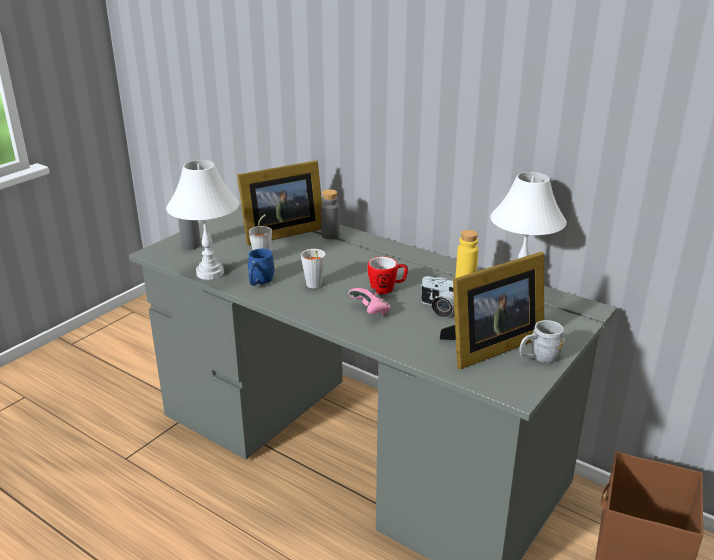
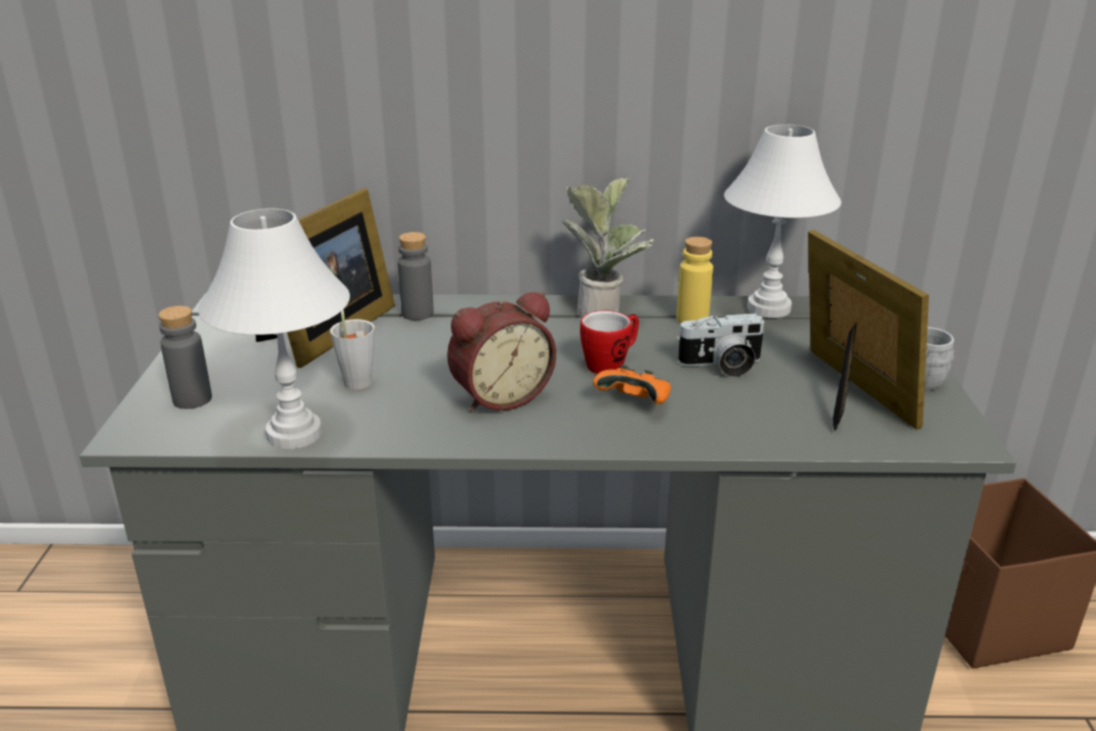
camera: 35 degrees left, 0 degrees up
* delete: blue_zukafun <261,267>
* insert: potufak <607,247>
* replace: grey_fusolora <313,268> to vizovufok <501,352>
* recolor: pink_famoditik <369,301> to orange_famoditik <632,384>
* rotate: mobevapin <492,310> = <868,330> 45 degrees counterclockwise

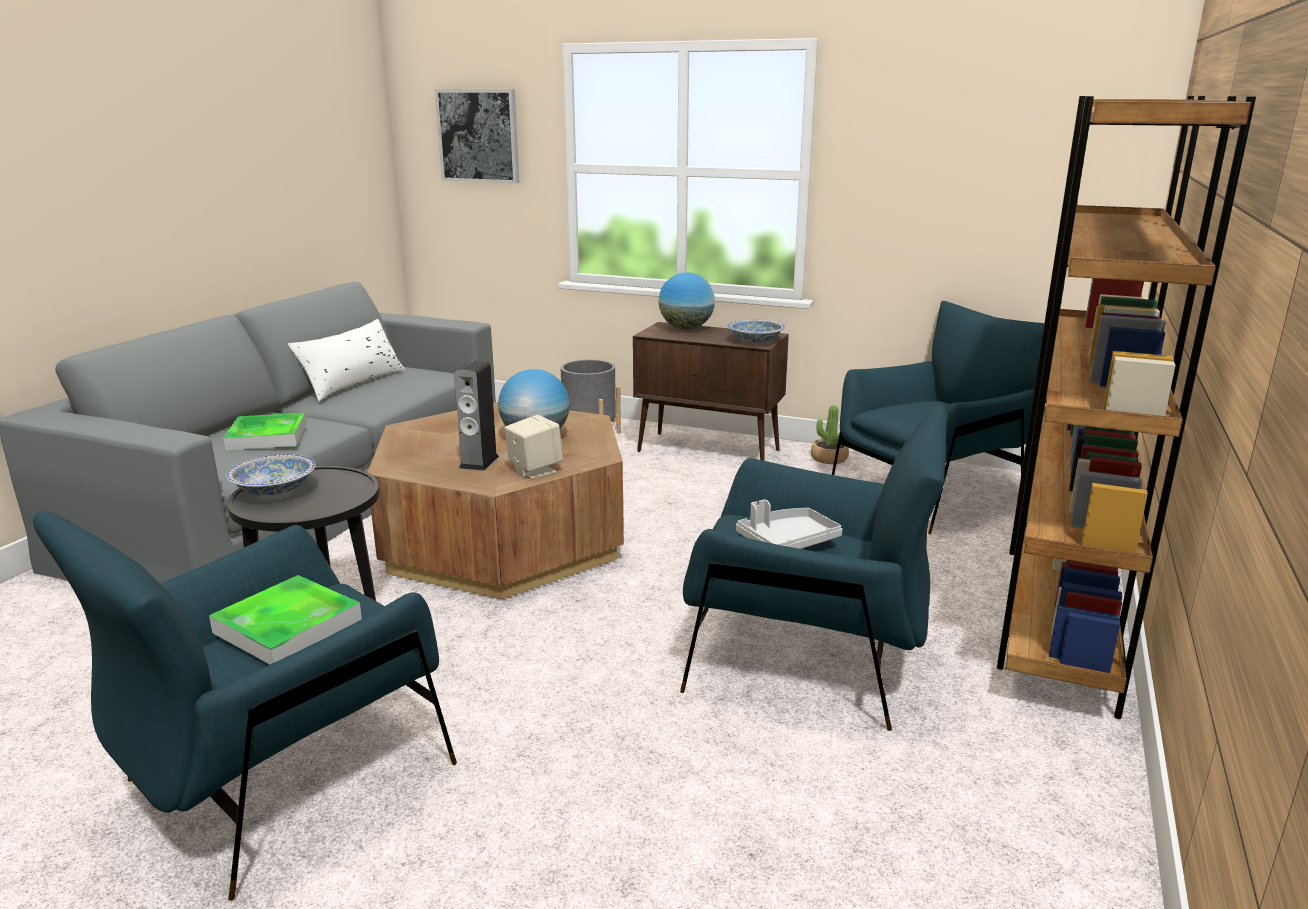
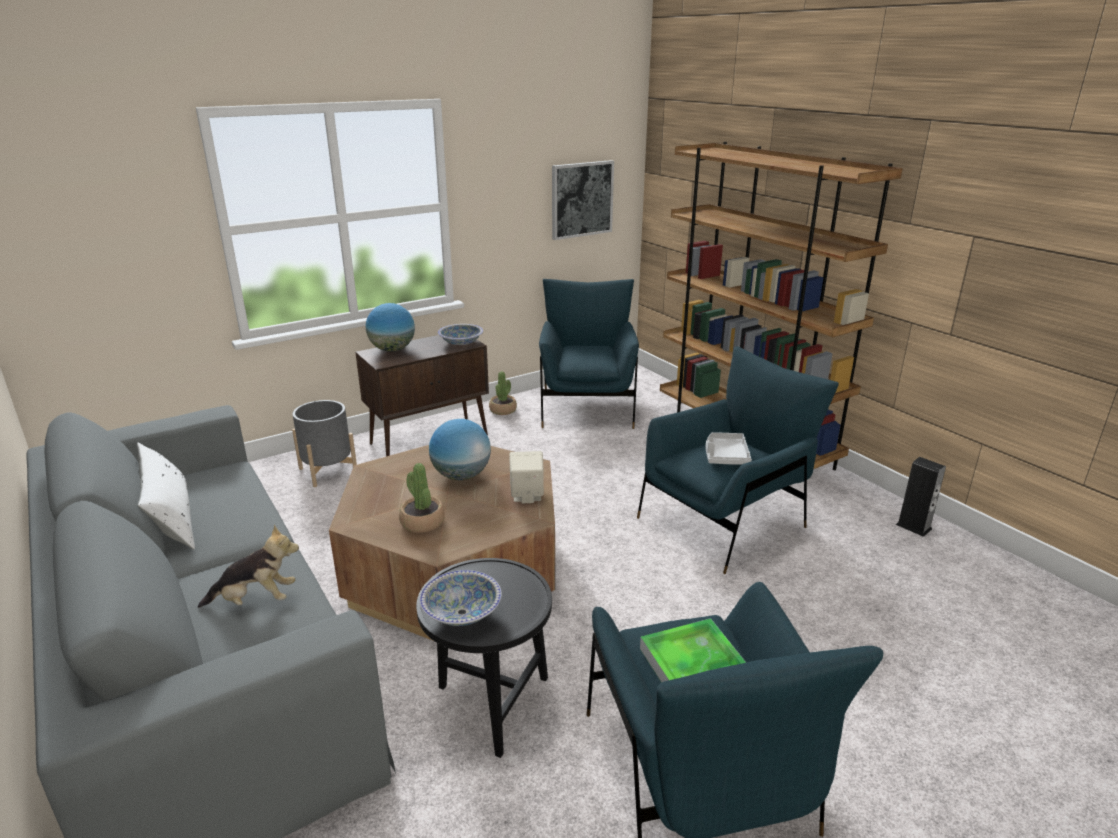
camera: 55 degrees left, 5 degrees up
* insert: potufak <422,497>
* move: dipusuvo <477,136> to <583,200>
* move: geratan <476,416> to <921,497>
* replace: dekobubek <265,432> to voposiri <248,566>

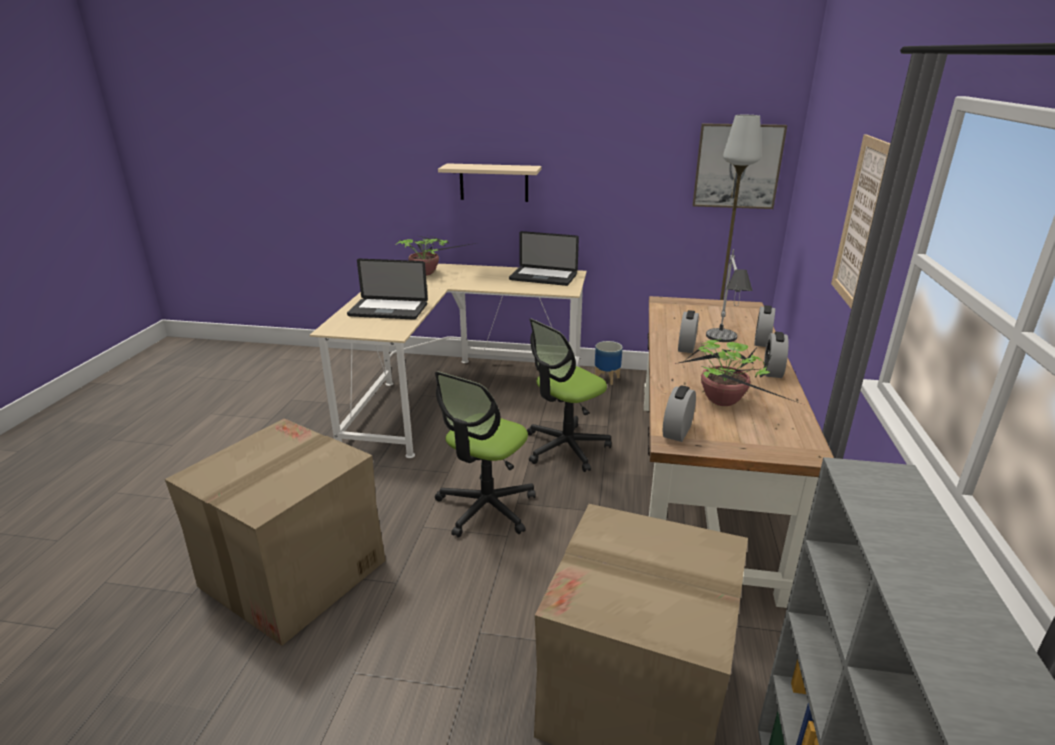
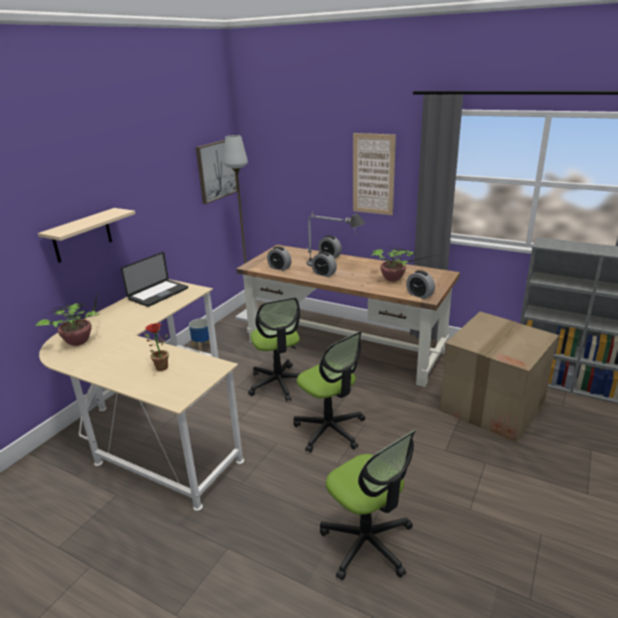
camera: 70 degrees left, 0 degrees up
* move: vizovufok <776,355> to <279,258>
* replace: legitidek <275,532> to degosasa <368,505>
* replace: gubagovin <387,289> to potufak <156,347>

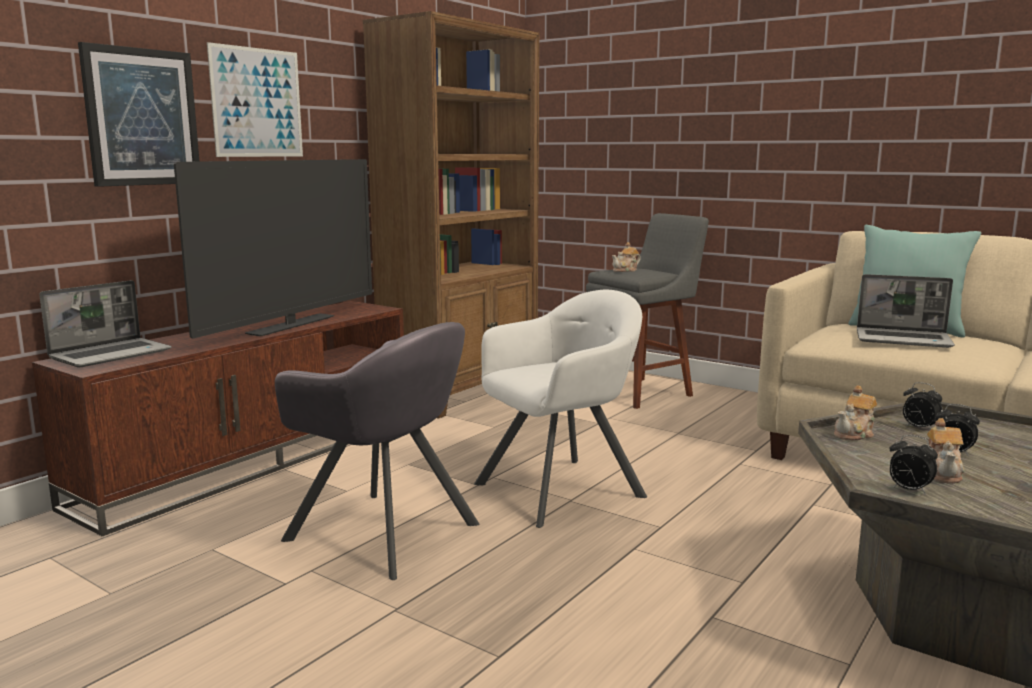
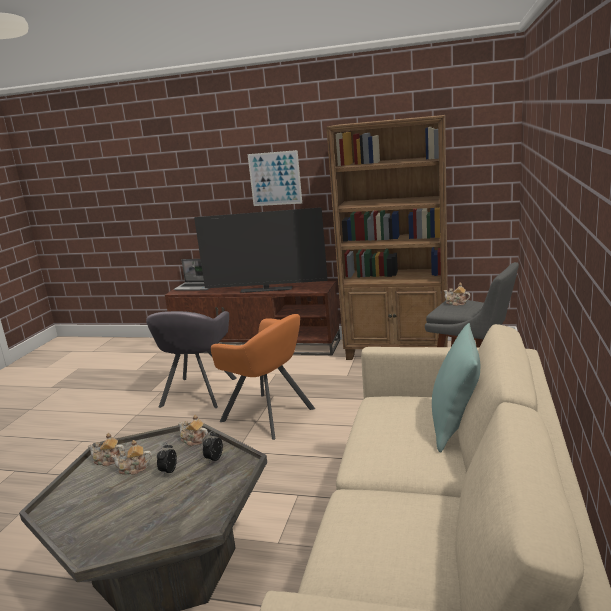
camera: 70 degrees right, 5 degrees up
* delete: dipusuvo <139,114>
* delete: gubagovin <906,311>
* replace: vizovufok <914,465> to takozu <106,449>
* recolor: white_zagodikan <560,409> to orange_zagodikan <263,377>

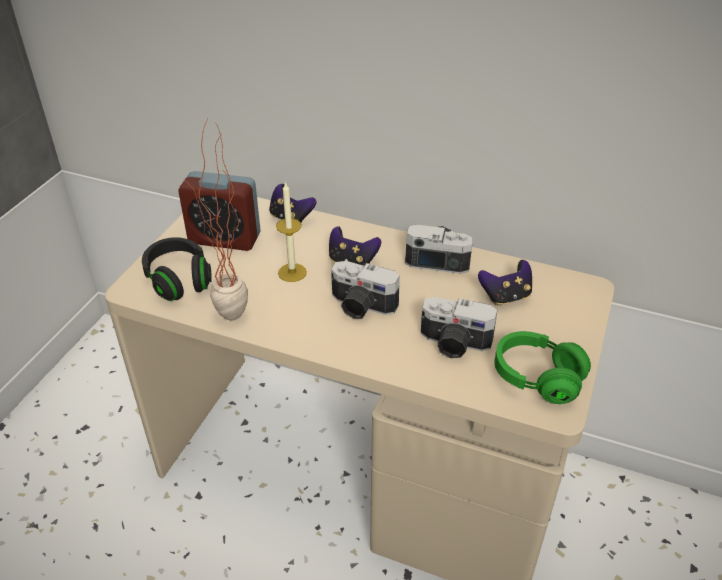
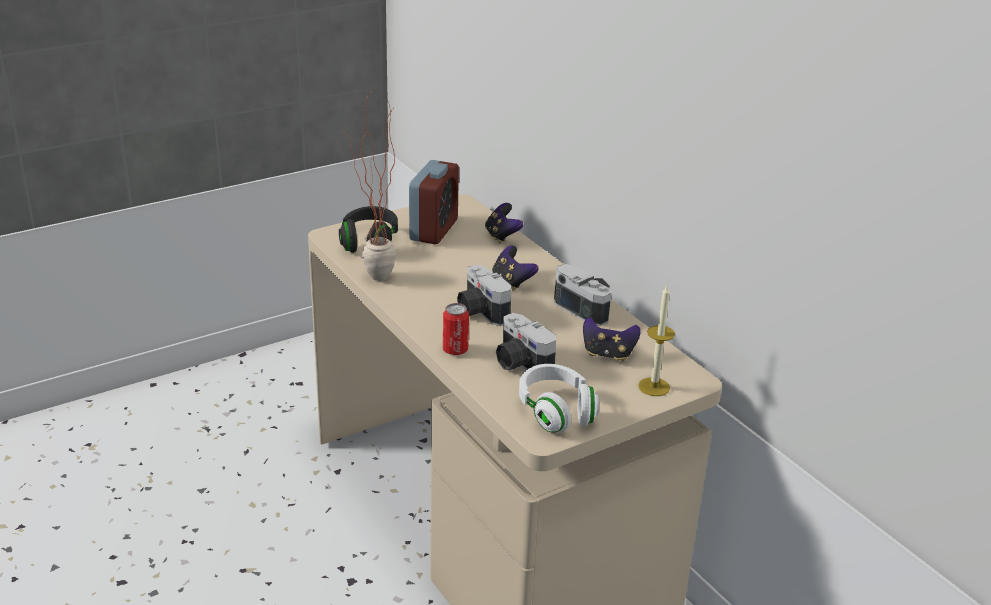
camera: 35 degrees right, 10 degrees down
* insert: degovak <456,329>
* move: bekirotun <291,232> to <656,341>
* recolor: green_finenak <542,367> to white_finenak <559,398>
* rotate: vizovufok <219,211> = <434,202> 120 degrees counterclockwise

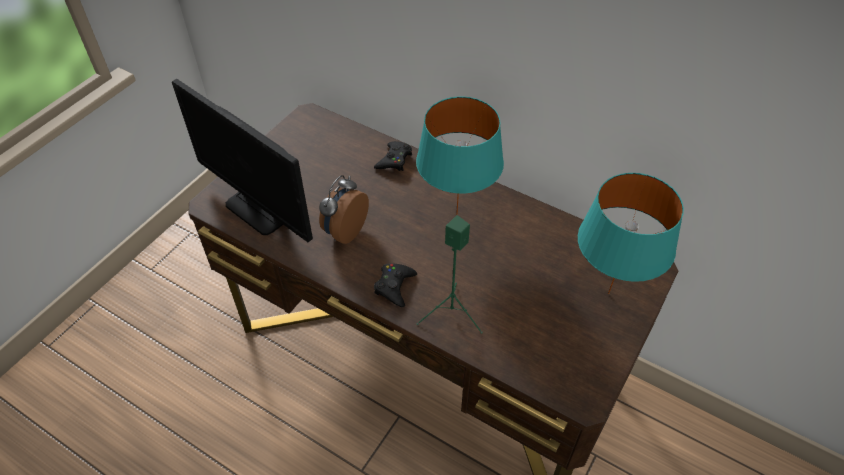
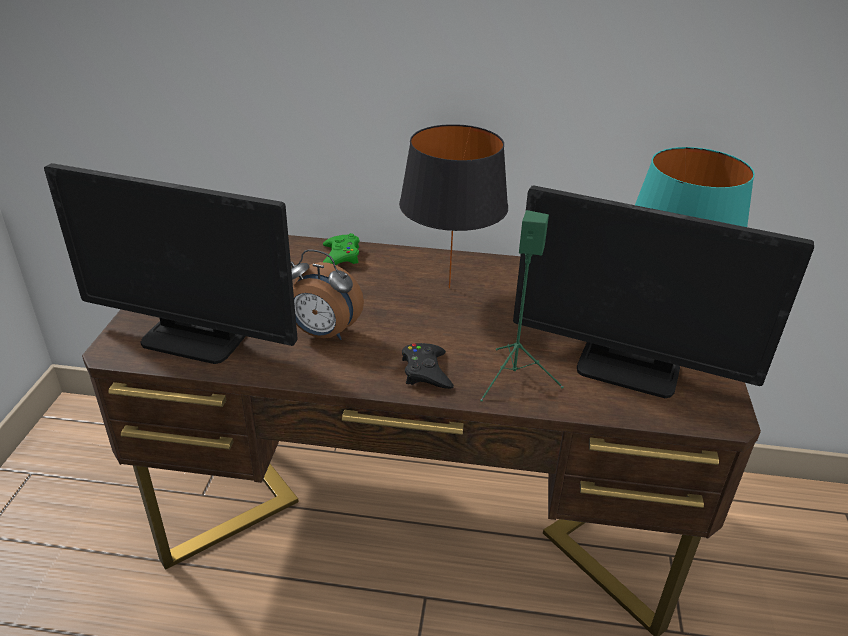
camera: 25 degrees left, 15 degrees down
* insert: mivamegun <663,291>
* recolor: black_famoditik <393,156> to green_famoditik <341,249>
* recolor: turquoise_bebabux <460,156> to black_bebabux <453,206>
* rotate: vizovufok <344,209> = <327,294> 75 degrees counterclockwise

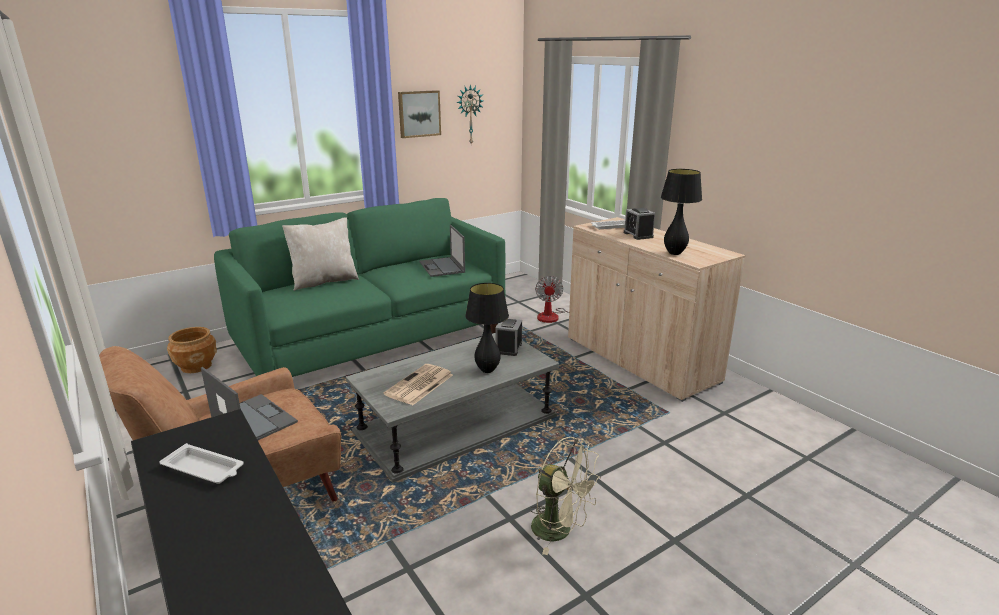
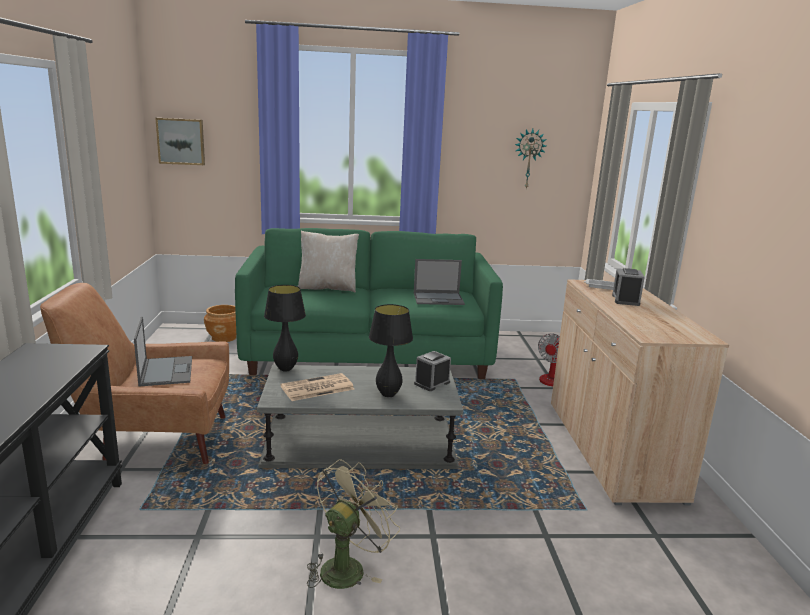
camera: 30 degrees right, 5 degrees down
* delete: white_dekobubek <201,463>
* move: dipusuvo <419,114> to <180,141>
* move: black_bebabux <681,212> to <285,328>
* rotate: gubagovin <442,251> = <439,282> 105 degrees counterclockwise
* rotate: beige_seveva <565,496> = <353,524> 120 degrees counterclockwise

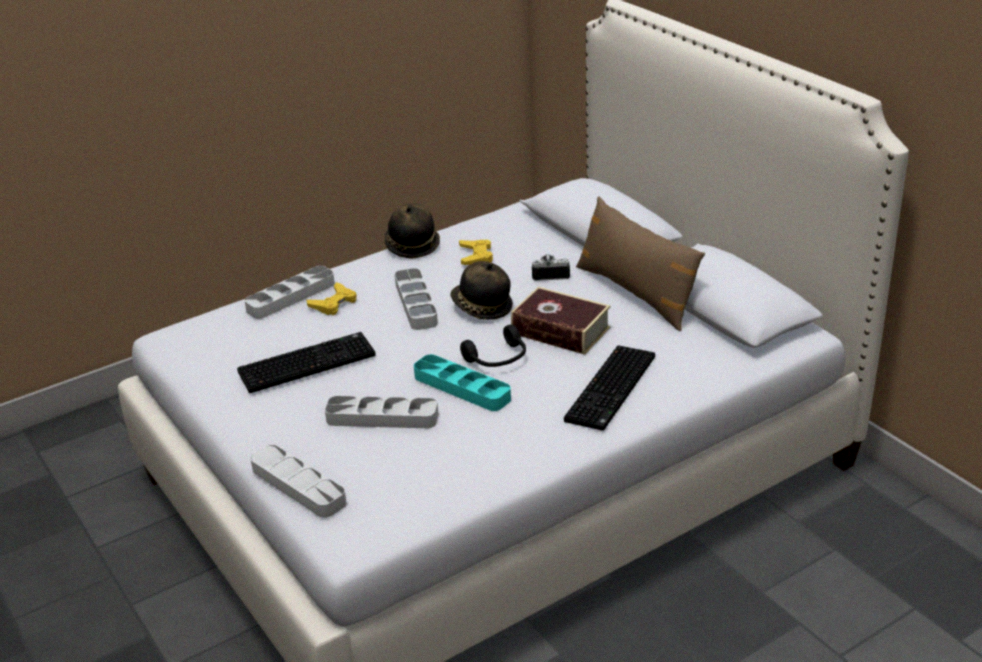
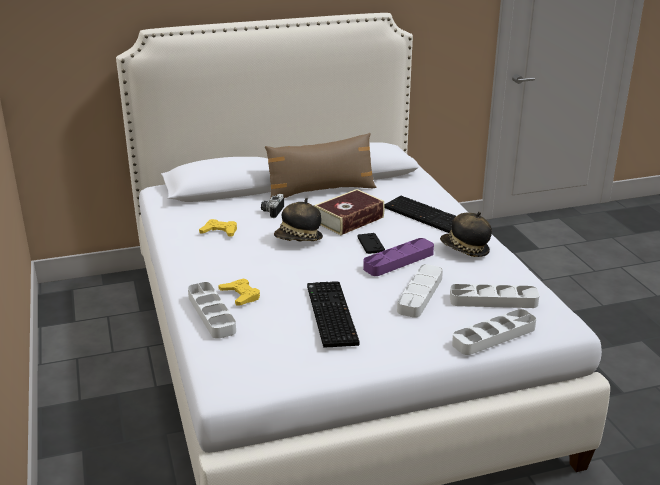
camera: 75 degrees left, 5 degrees down
* move: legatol <412,230> to <466,234>
* move: grey_dekobubek <416,299> to <495,296>
* replace: black_finenak <493,346> to black_famoditik <371,243>
* recolor: turquoise_dekobubek <462,382> to purple_dekobubek <398,257>

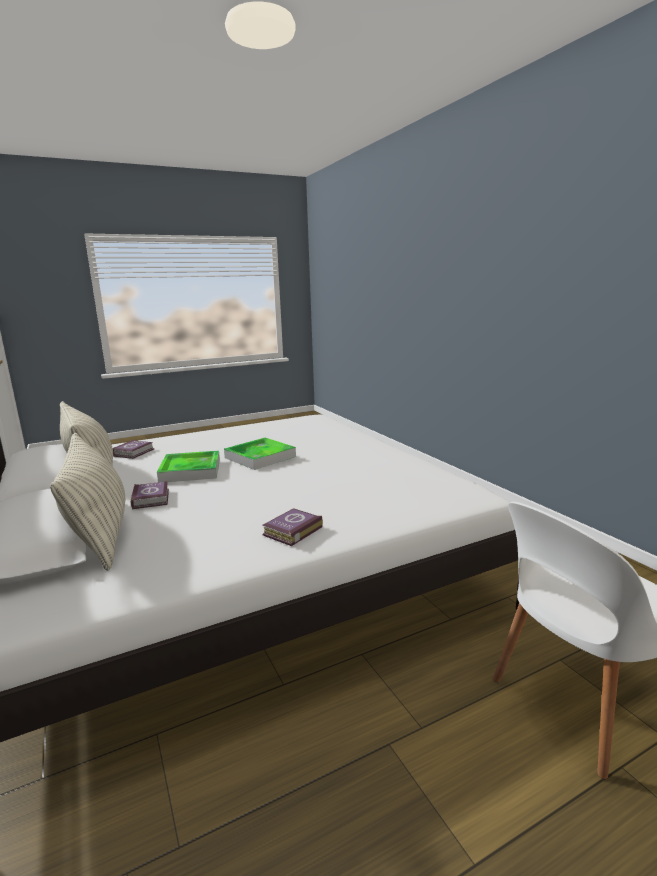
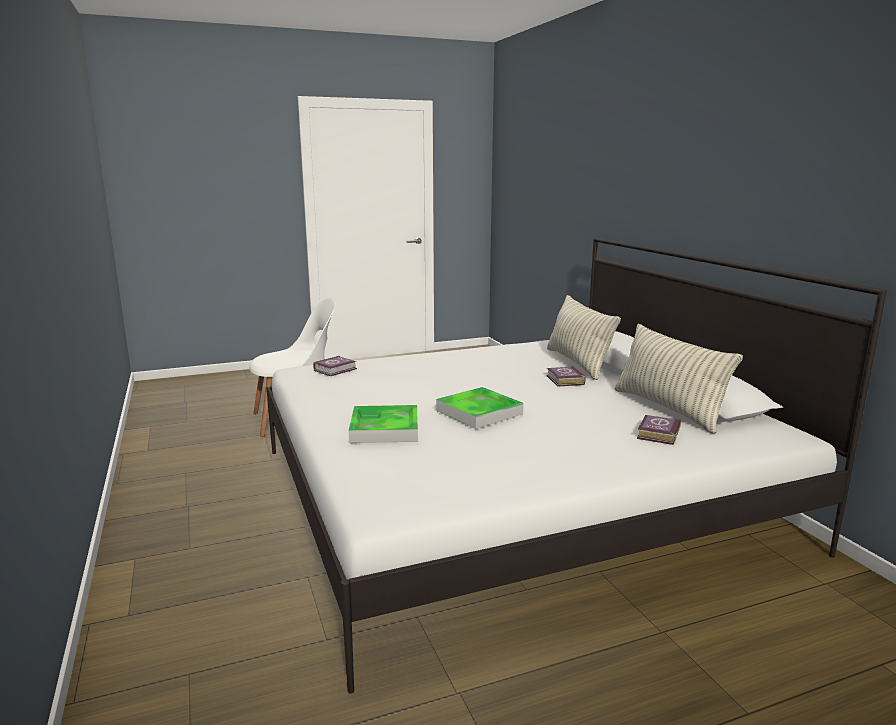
camera: 175 degrees left, 0 degrees up
* move: dekobubek <188,466> to <383,424>
* move: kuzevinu <293,527> to <335,366>

